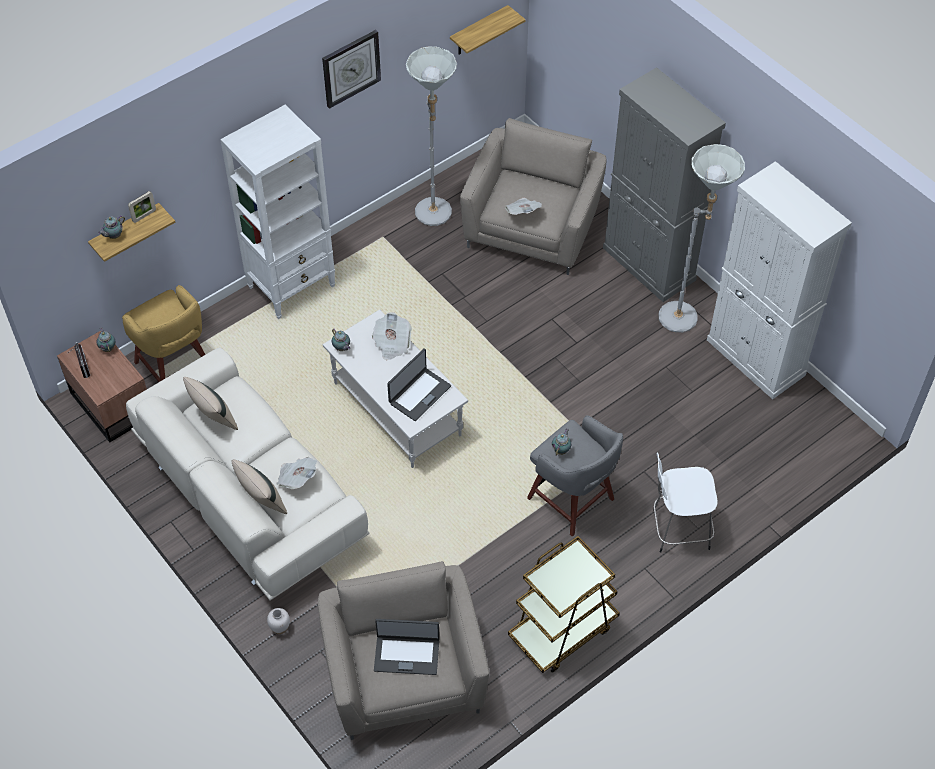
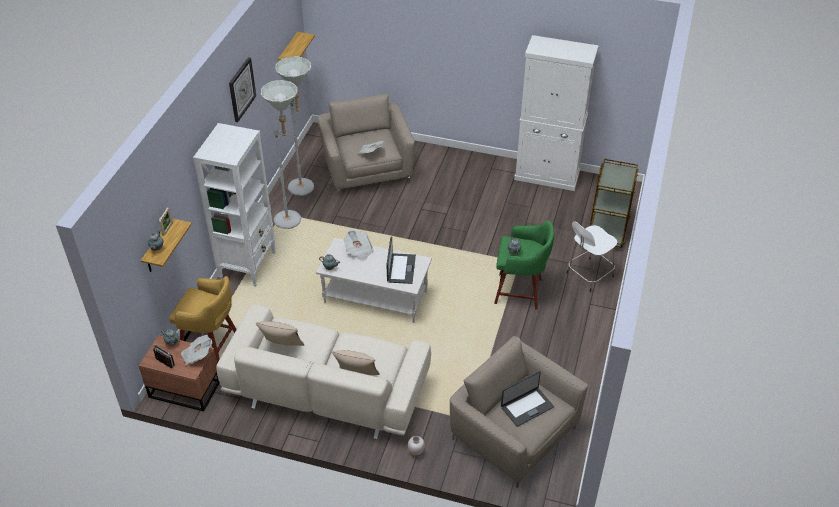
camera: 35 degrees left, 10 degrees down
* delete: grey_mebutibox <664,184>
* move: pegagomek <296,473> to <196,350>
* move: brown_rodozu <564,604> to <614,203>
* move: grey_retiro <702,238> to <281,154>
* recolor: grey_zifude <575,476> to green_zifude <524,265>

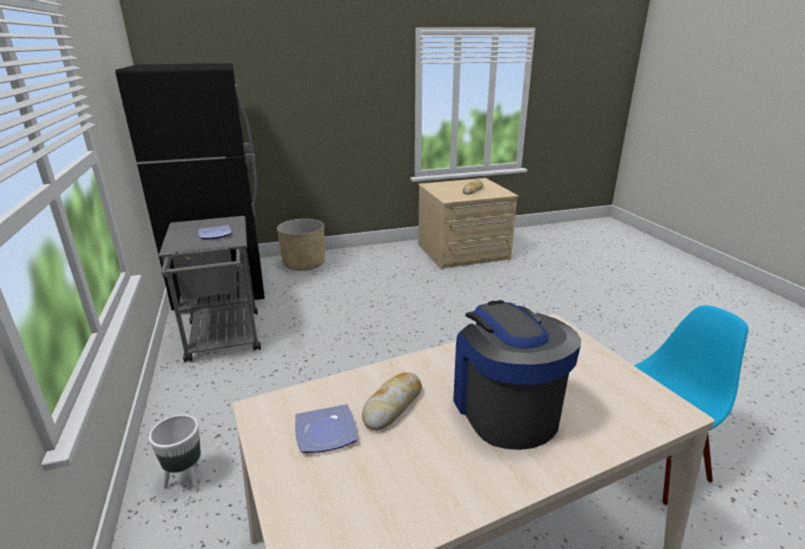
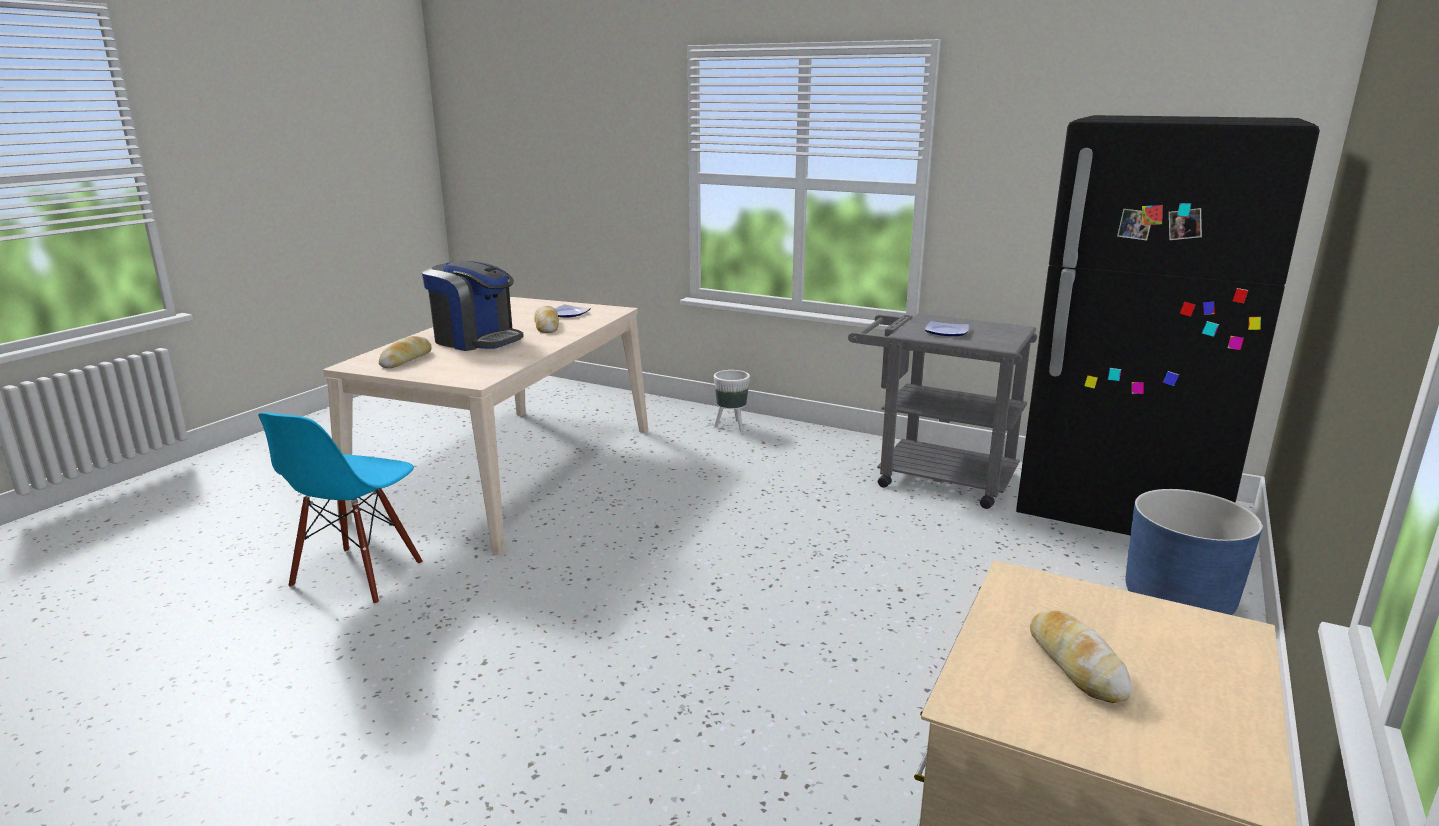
camera: 135 degrees right, 5 degrees down
* insert: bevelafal <405,352>
* recolor: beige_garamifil <301,245> to blue_garamifil <1194,552>

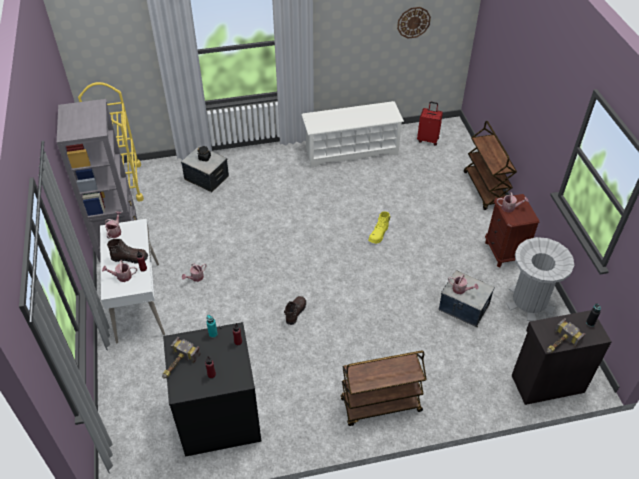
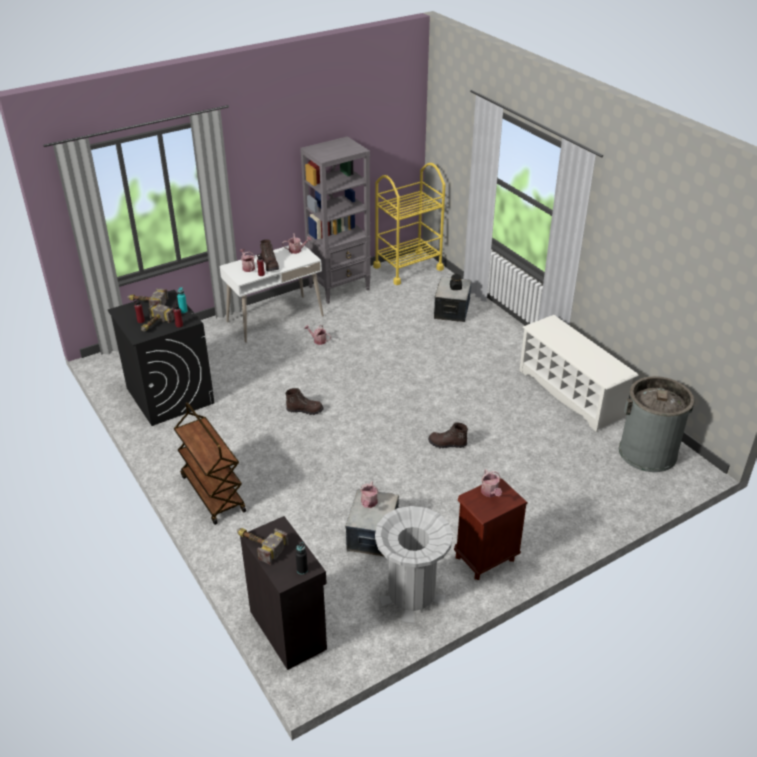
camera: 70 degrees right, 10 degrees down
* delete: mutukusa <414,23>
* delete: brown_rodozu <490,165>
* insert: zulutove <158,317>
* replace: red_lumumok <430,124> to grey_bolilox <657,424>
* recolor: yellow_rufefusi <379,228> to brown_rufefusi <448,436>

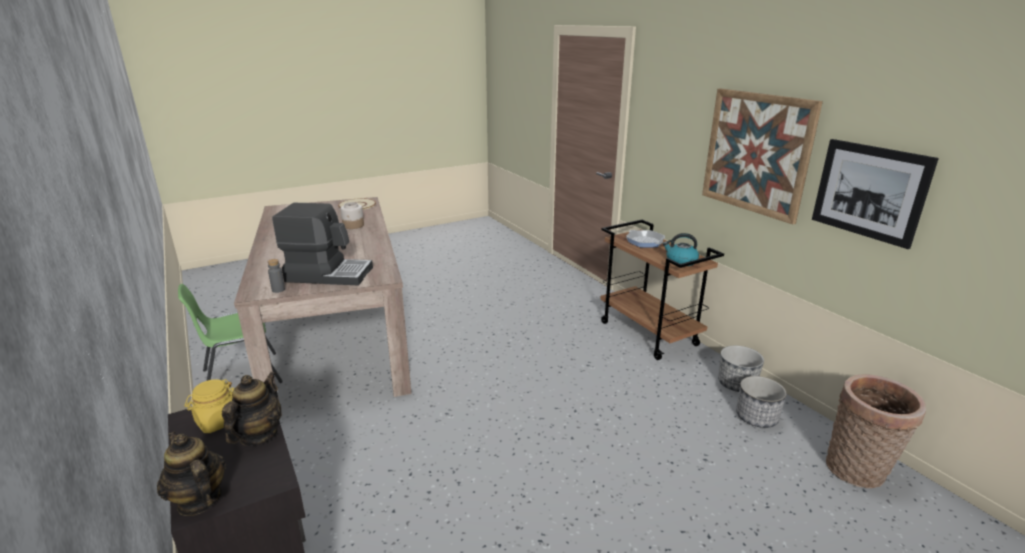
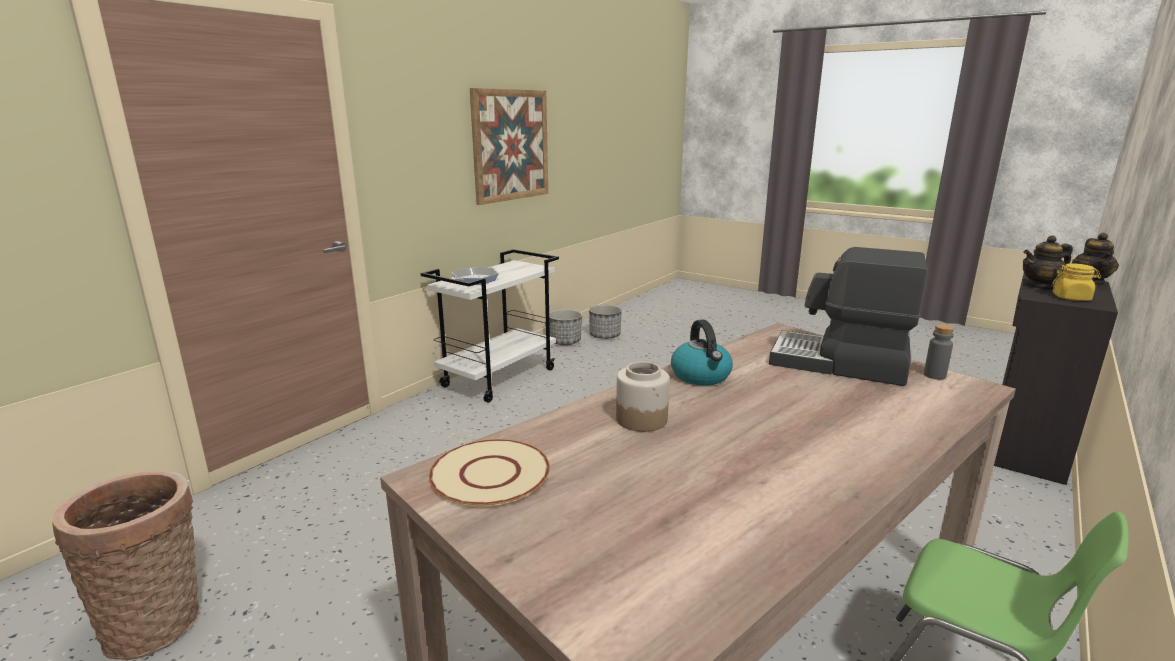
camera: 115 degrees left, 5 degrees down
* delete: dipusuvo <875,194>
* move: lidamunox <681,249> to <702,353>
* move: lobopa <876,431> to <125,565>
* recolor: brown_rodozu <662,290> to white_rodozu <490,326>
* rotate: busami <322,244> = <848,316> 45 degrees counterclockwise

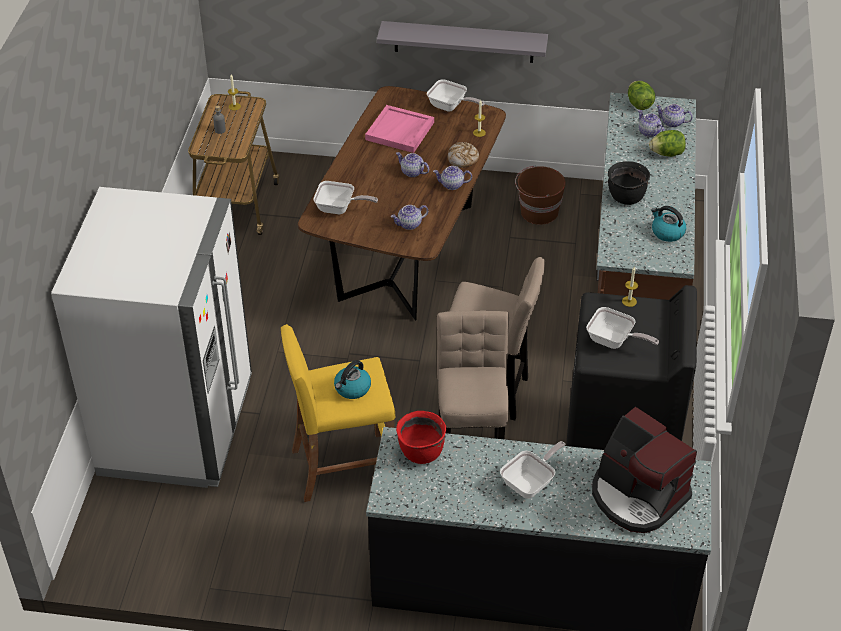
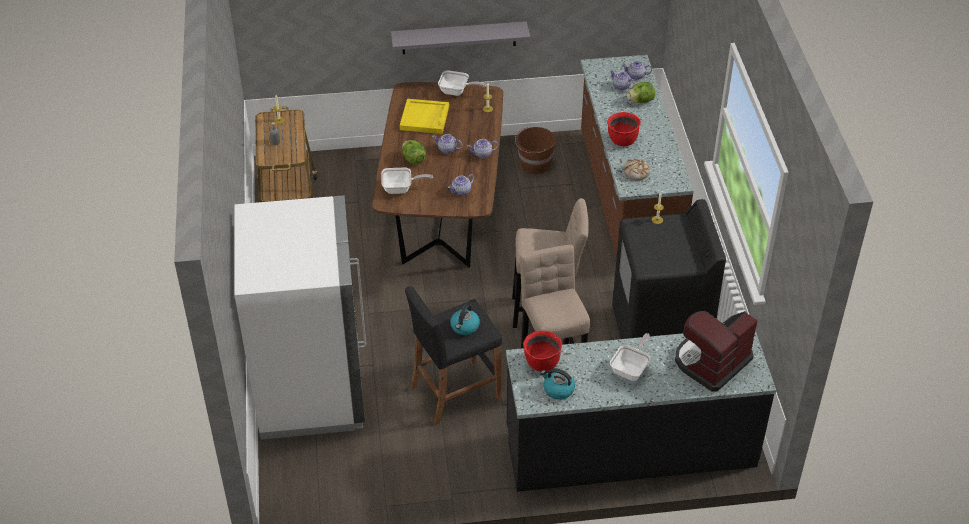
camera: 15 degrees left, 0 degrees up
* delete: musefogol <622,328>
* move: bevelafal <463,155> to <636,170>
* move: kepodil <641,95> to <414,152>
* move: lidamunox <668,224> to <558,384>
* recolor: yellow_zifude <338,413> to black_zifude <453,355>
* recolor: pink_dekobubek <399,129> to yellow_dekobubek <424,116>
* recolor: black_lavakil <629,183> to red_lavakil <624,129>
* rotate: busami <644,470> = <716,351> 105 degrees clockwise

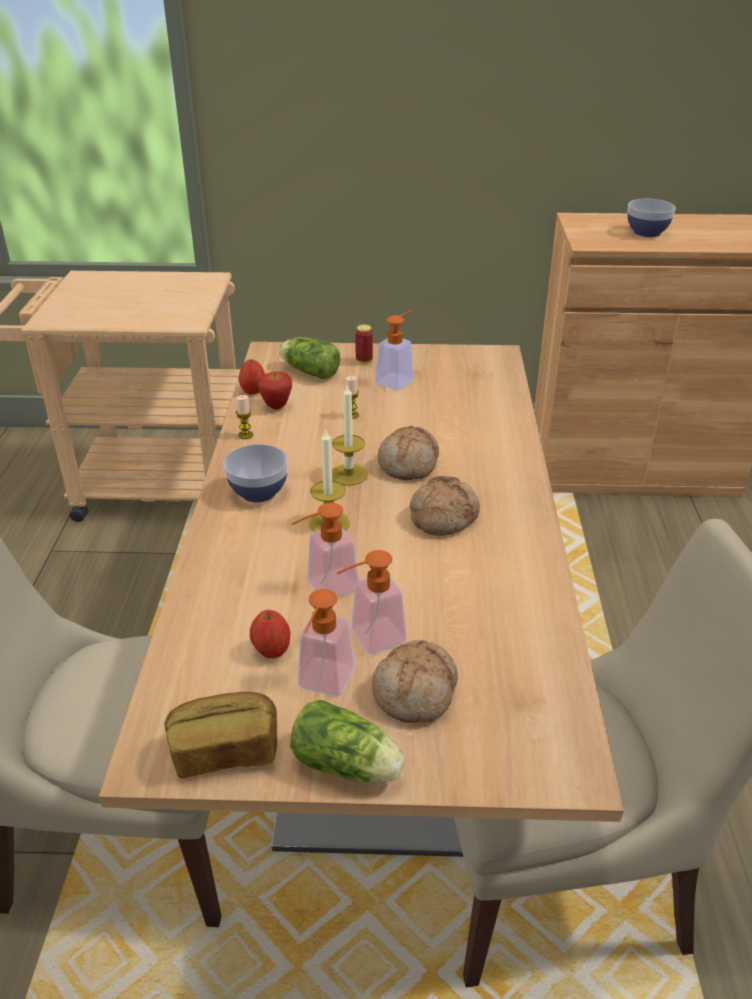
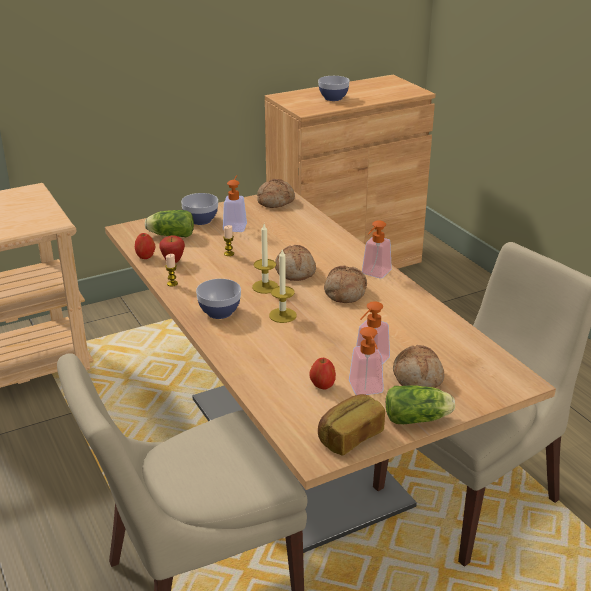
camera: 30 degrees left, 5 degrees down
* insert: bevelafal <276,193>
* move: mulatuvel <325,550> to <377,249>
* replace: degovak <364,344> to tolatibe <199,209>

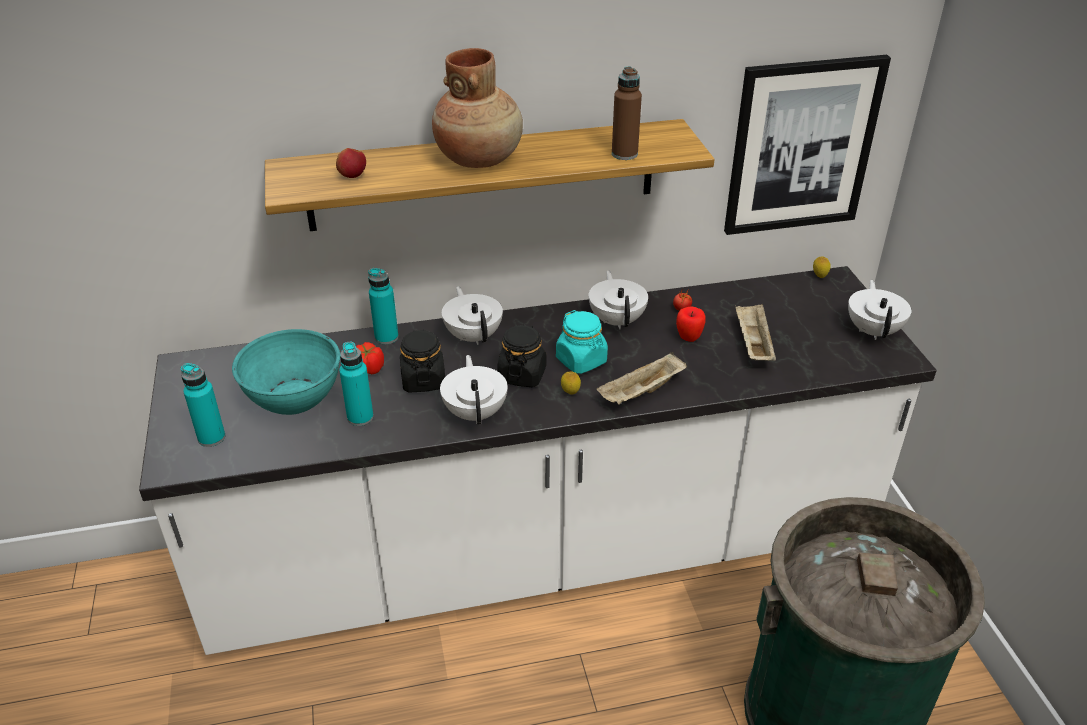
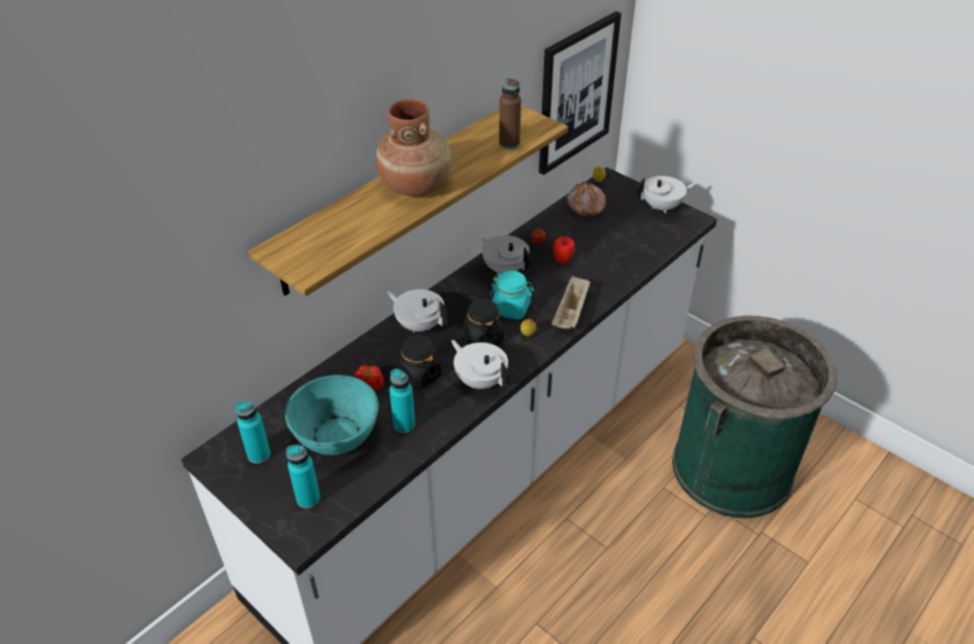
camera: 35 degrees left, 5 degrees up
* delete: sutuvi <351,163>
* delete: beige_dekobubek <756,332>
* insert: bevelafal <586,199>
* move: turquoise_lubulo <383,306> to <253,432>
* rotate: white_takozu <879,310> = <666,195> 105 degrees clockwise

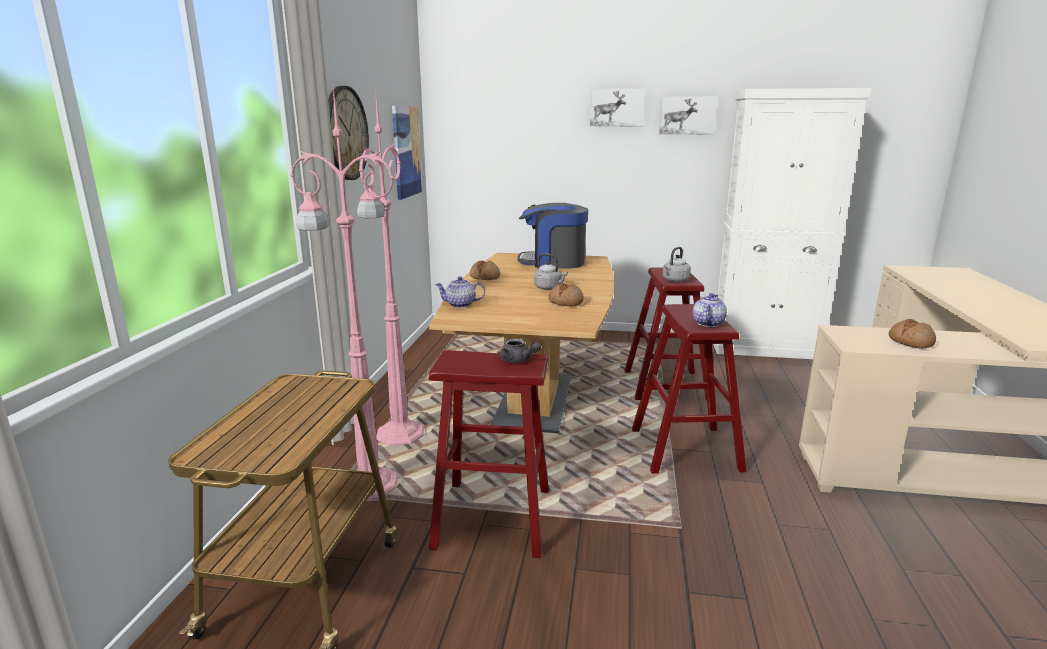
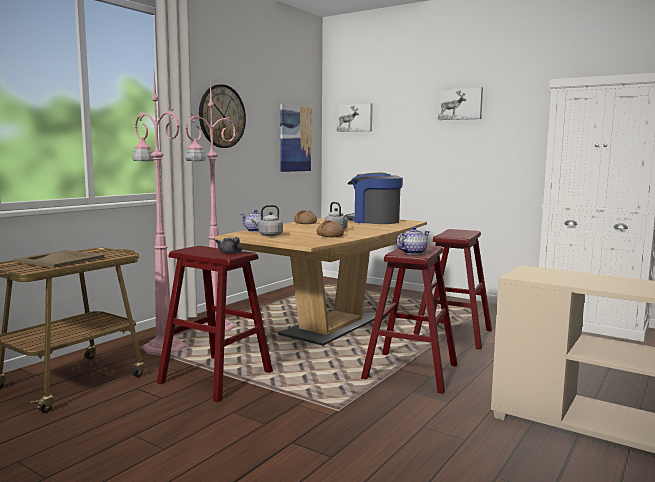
camera: 25 degrees right, 10 degrees down
* delete: bevelafal <912,334>
* insert: beige_dekobubek <59,259>
* move: dipusuvo <688,115> to <354,117>
* move: grey_lidamunox <677,264> to <267,220>

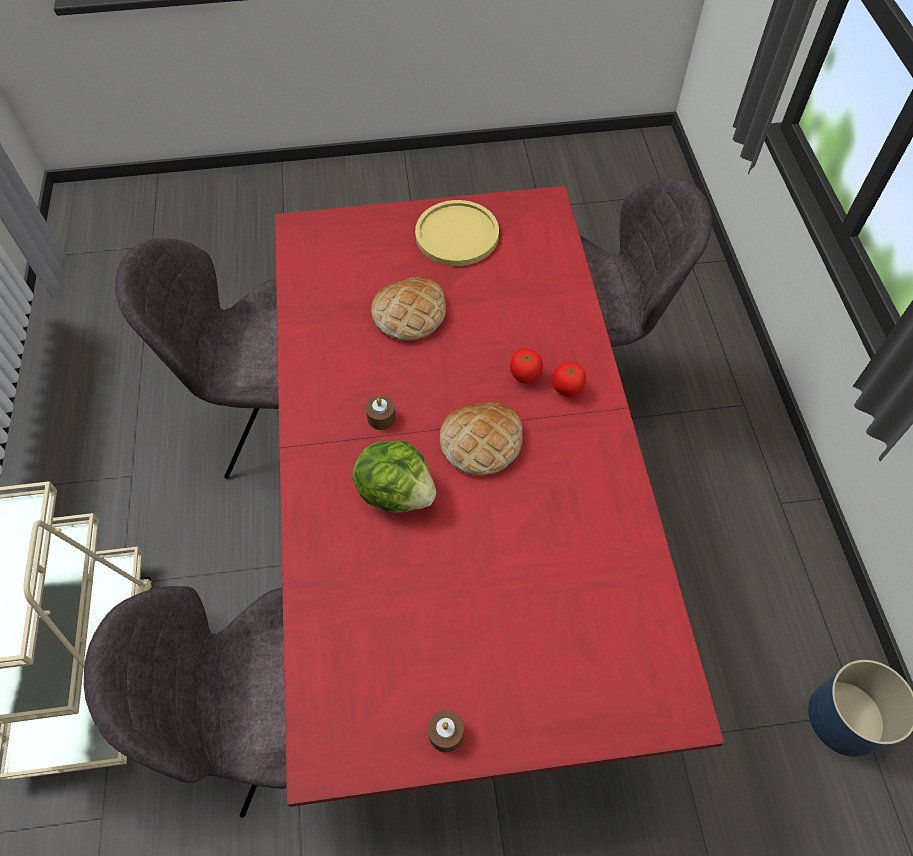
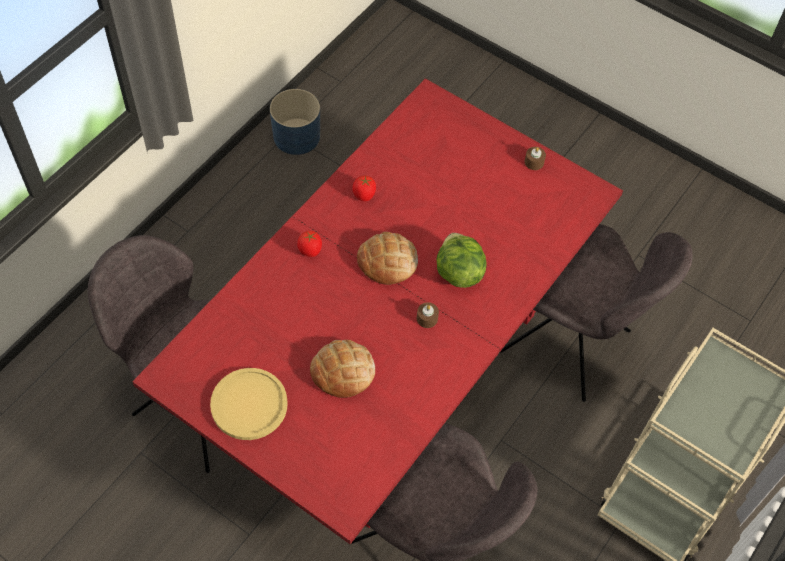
camera: 140 degrees left, 0 degrees up
* move: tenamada <526,366> to <364,189>

